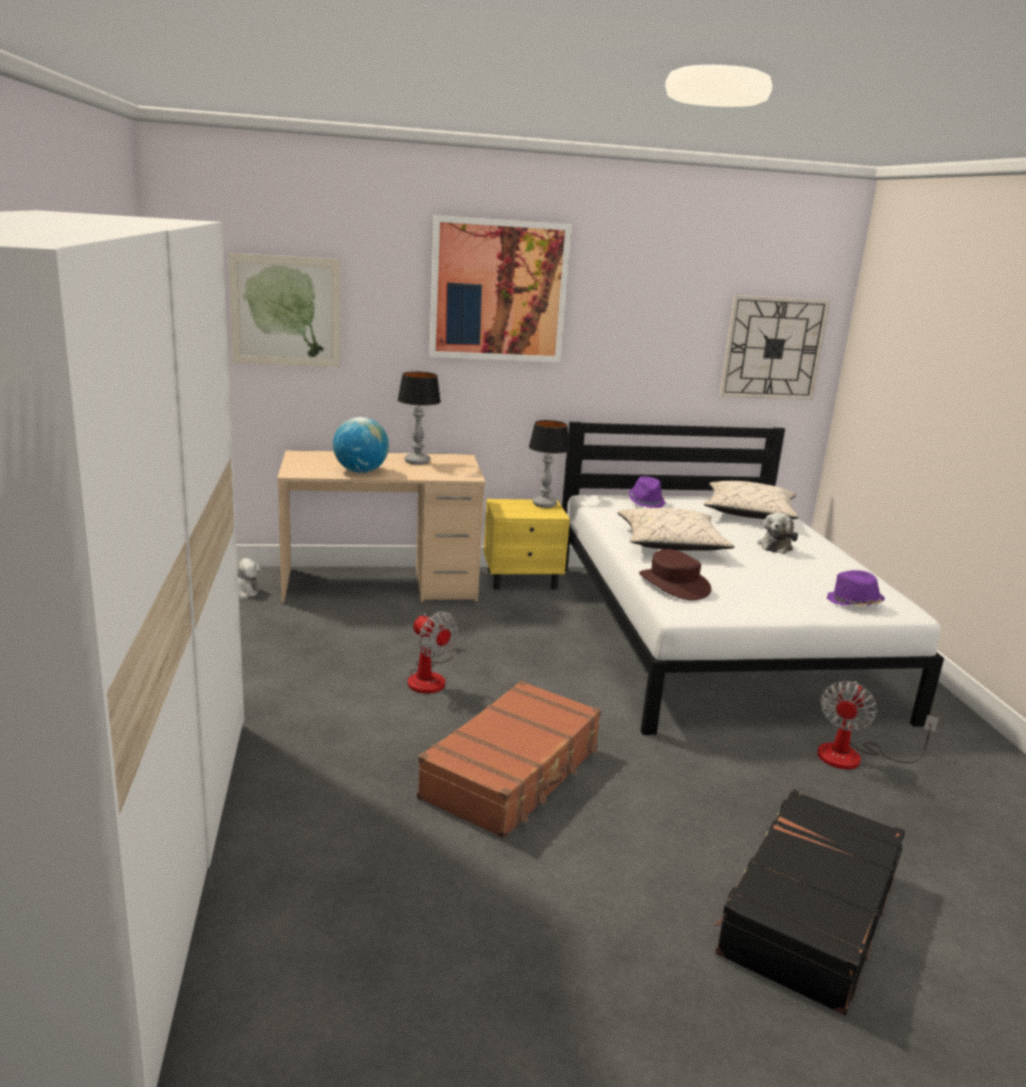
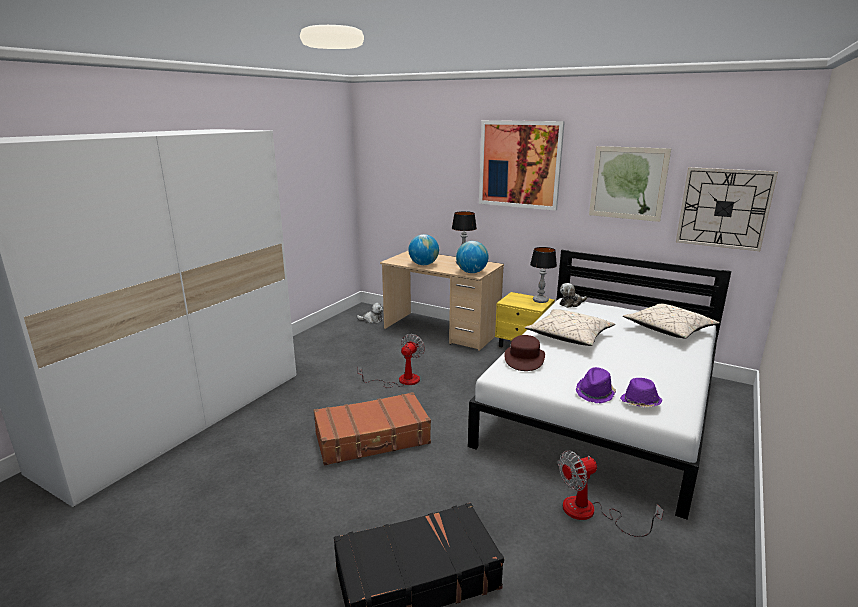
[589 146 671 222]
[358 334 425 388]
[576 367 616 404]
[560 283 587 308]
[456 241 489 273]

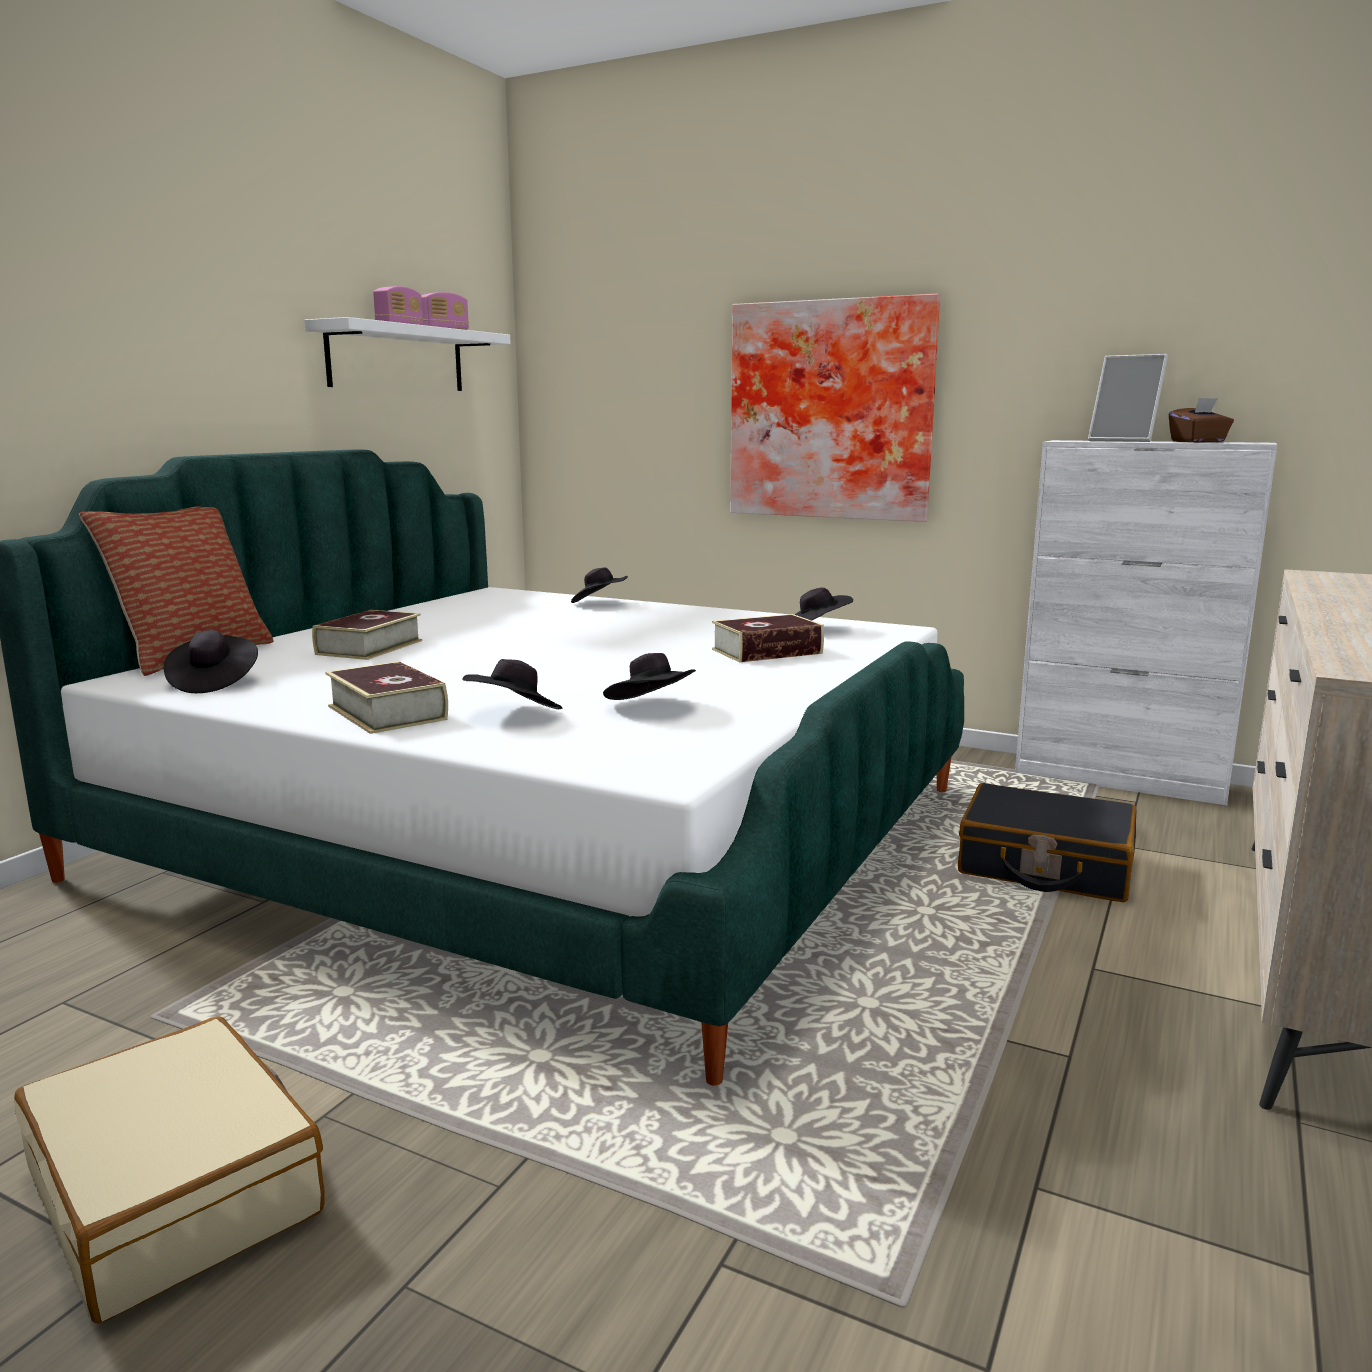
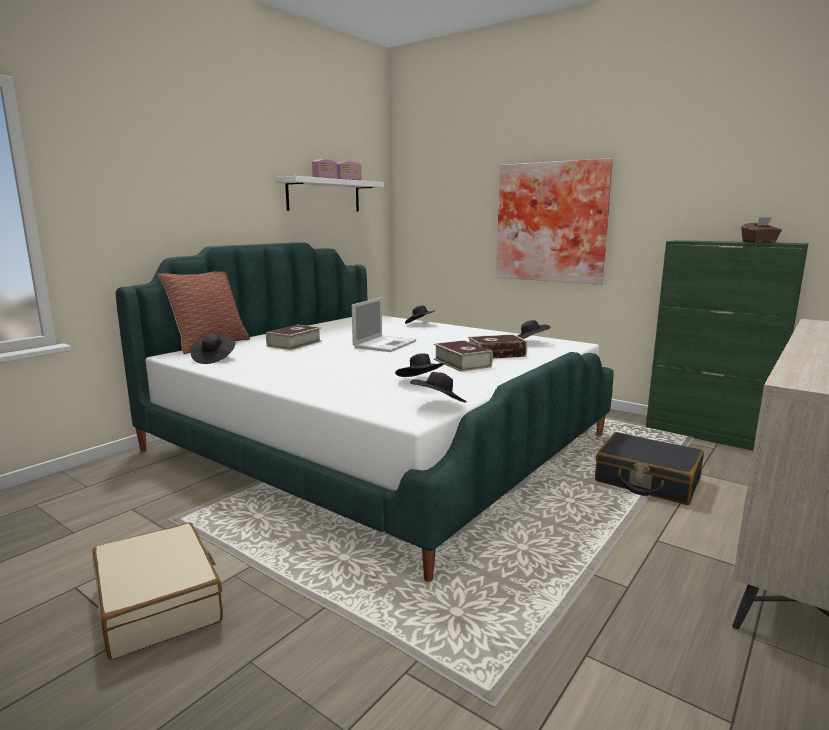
[434 340 493 372]
[410 372 467 402]
[646 240 809 451]
[1088 354 1168 442] (first image)
[352 298 416 352]

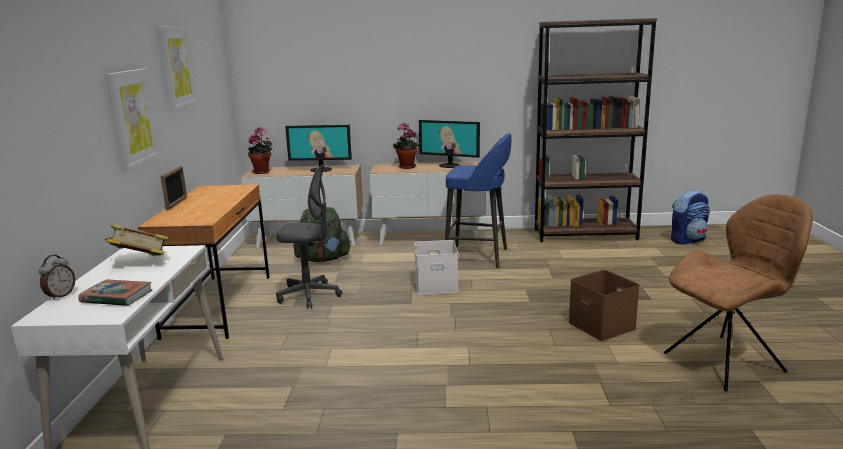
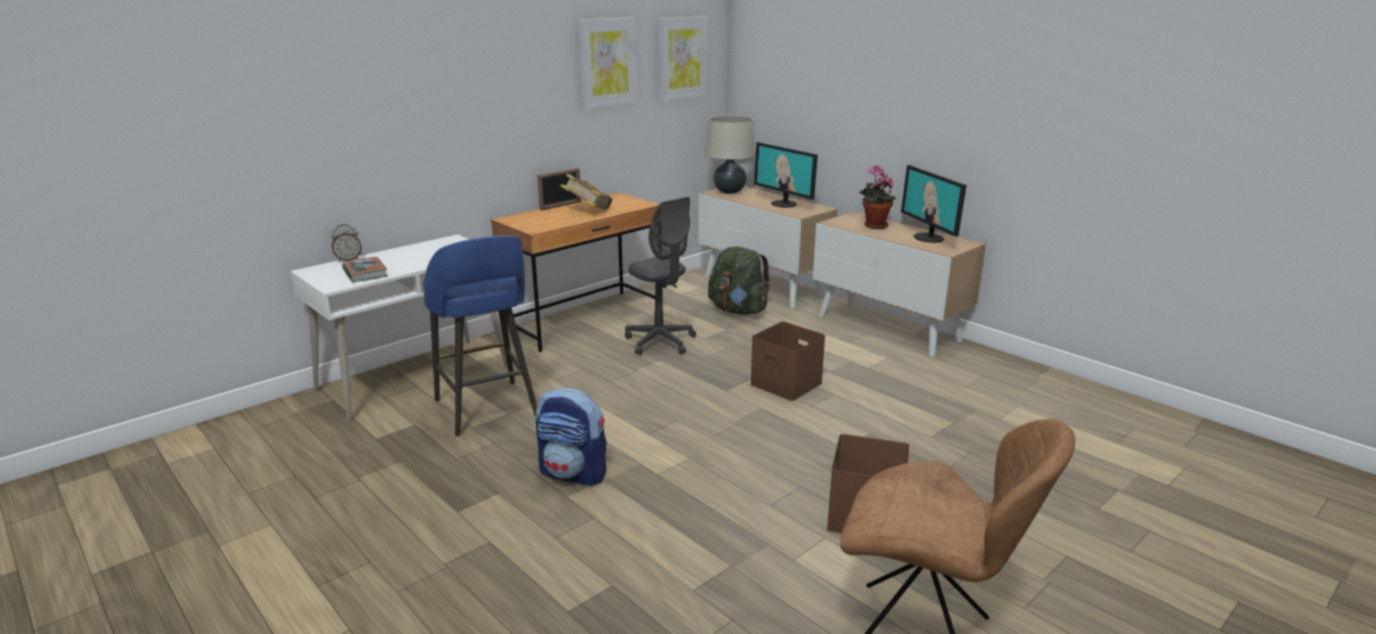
[560 174 612 210]
[658 16 708 102]
[705 115 756 194]
[750 321 825 401]
[423 235 537 437]
[535 18 657 242] (first image)
[536 387 607 486]

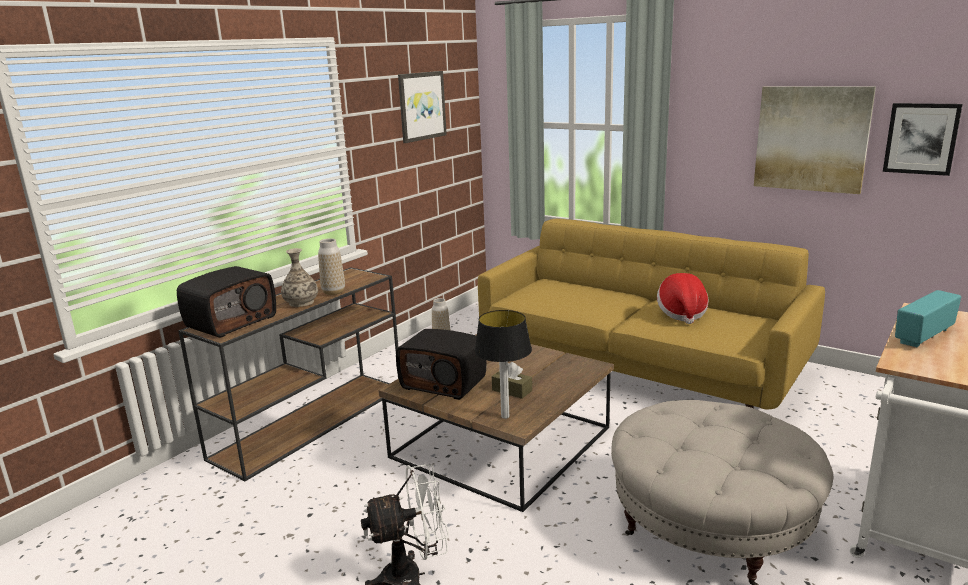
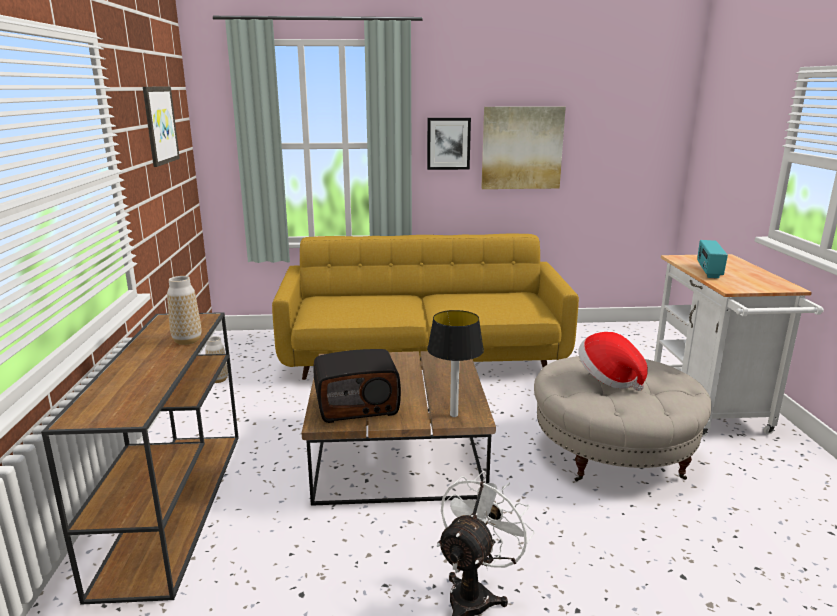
[177 266 276 337] (first image)
[281 248 318 307] (first image)
[492 362 532 399] (first image)
[578 332 648 391]
[427 118 471 170]

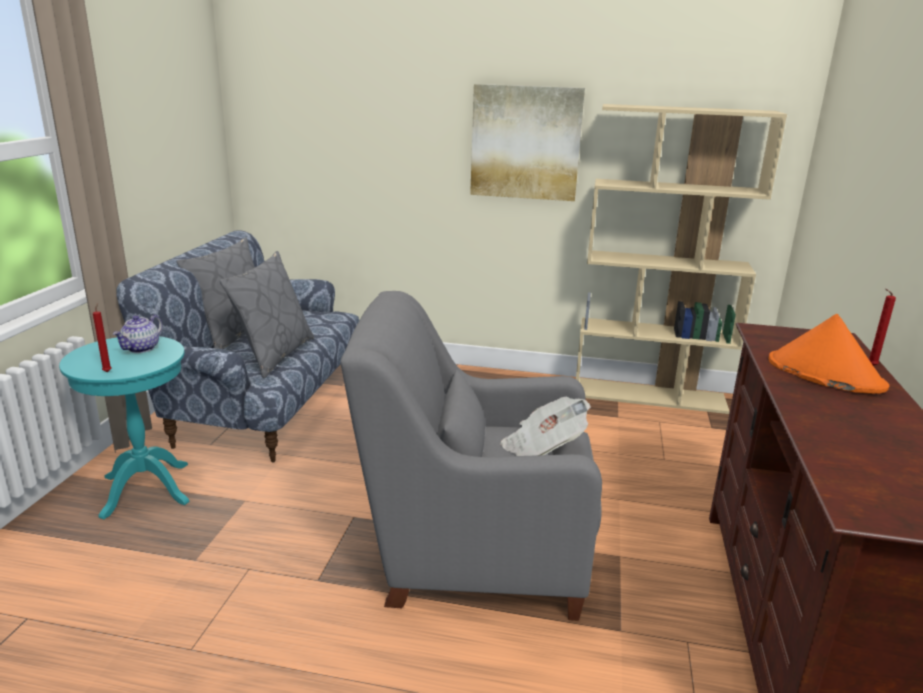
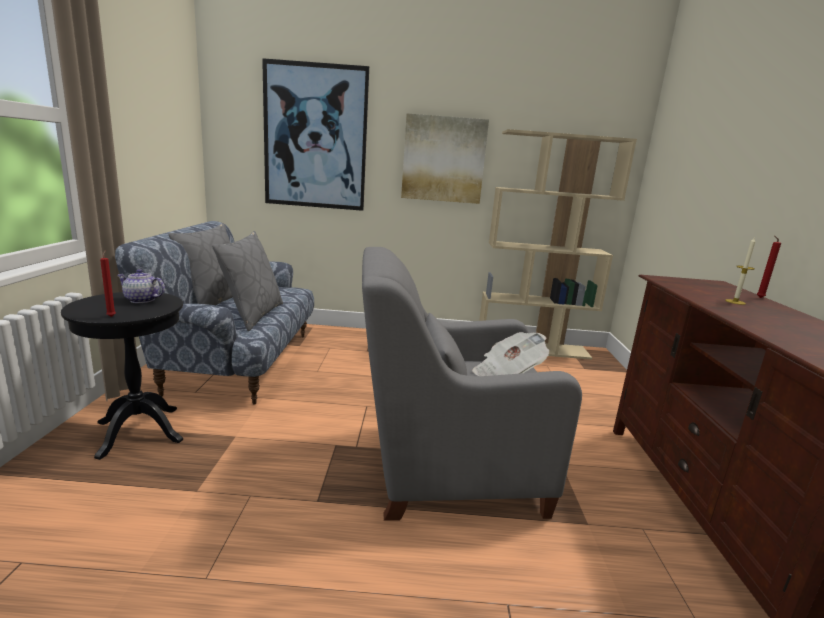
[61 292 183 460]
[117 269 165 303]
[725 238 755 305]
[262 58 369 211]

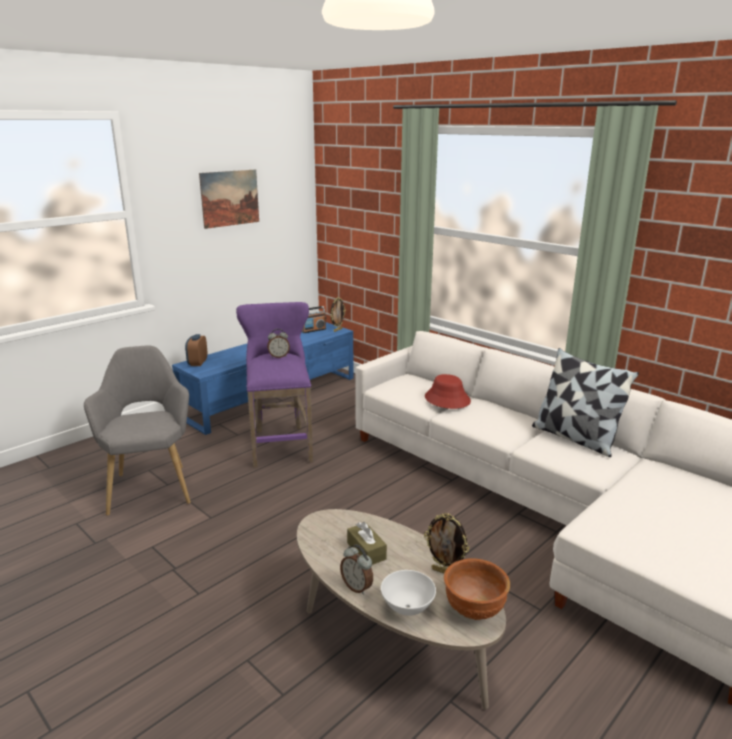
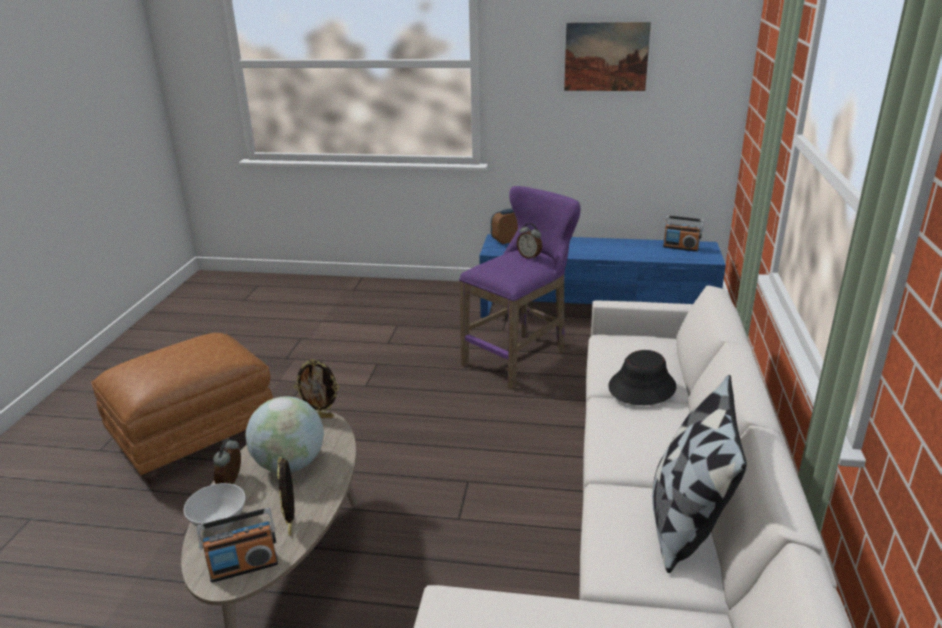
[84 345 191 516] (first image)
[294 359 339 418]
[245 396 324 473]
[608 350 676 405]
[197 508 278 583]
[91 333 273 483]

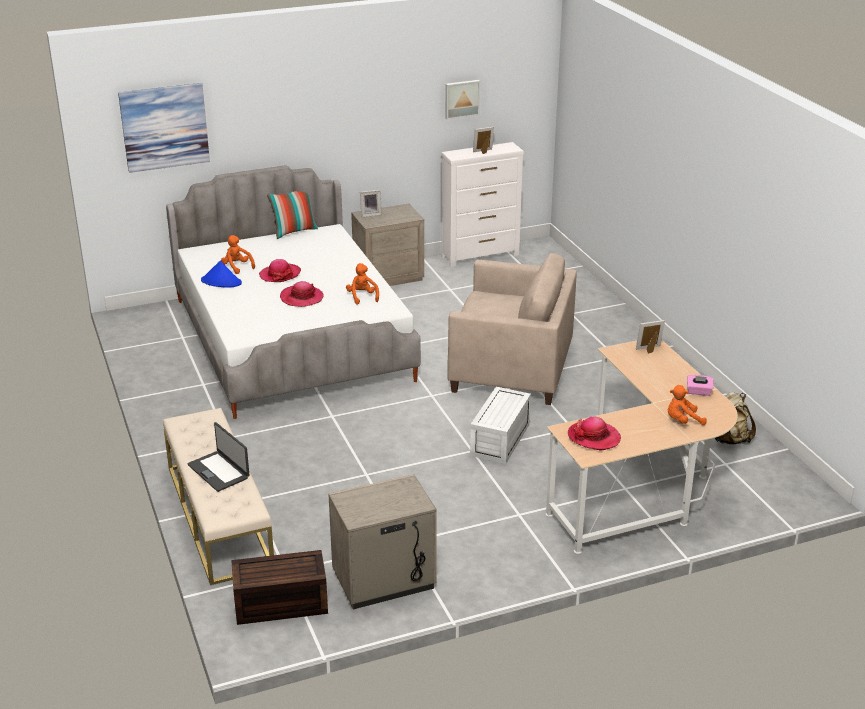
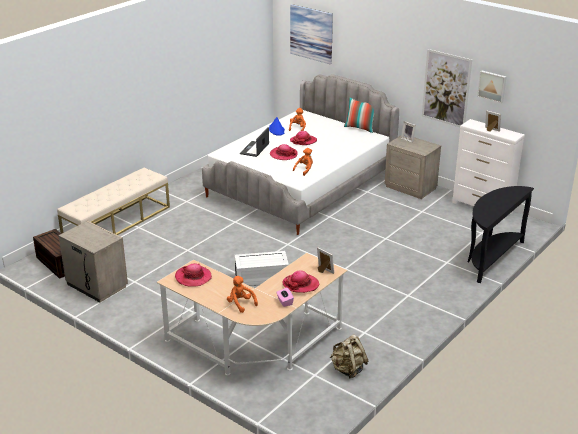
[240 127 269 157]
[447 253 577 405] (first image)
[282 270 319 293]
[422 49 472 127]
[468 186 534 283]

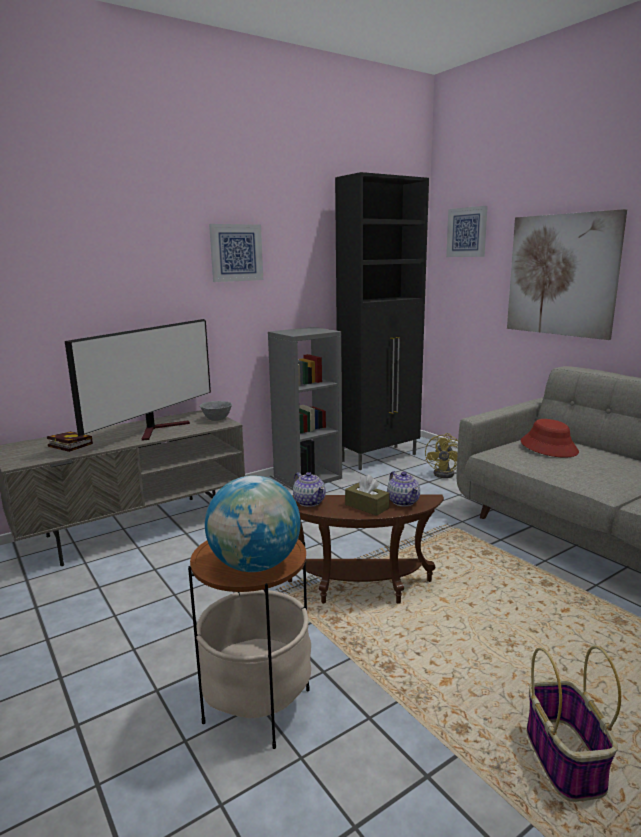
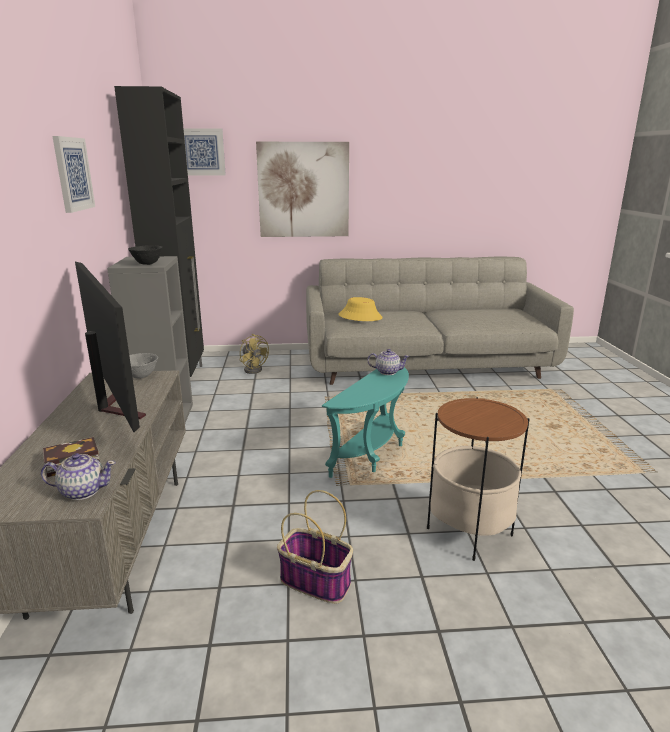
[205 475 301 572] (first image)
[322 367 409 478]
[41 453 116 500]
[345 474 389 516] (first image)
[338 297 382 321]
[277 490 353 604]
[128 245 163 265]

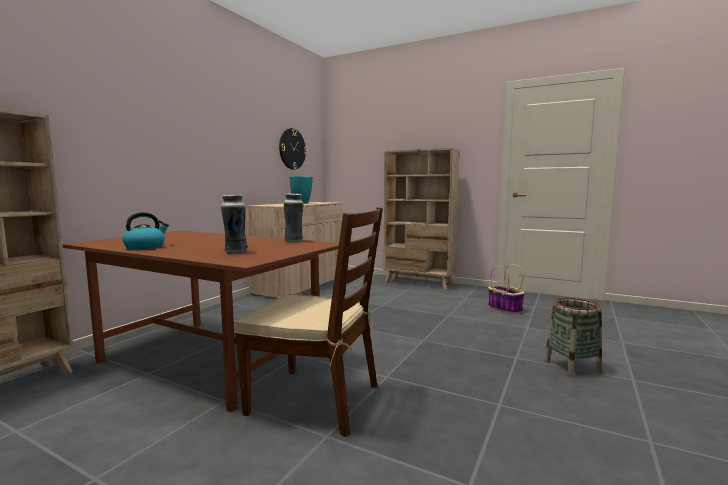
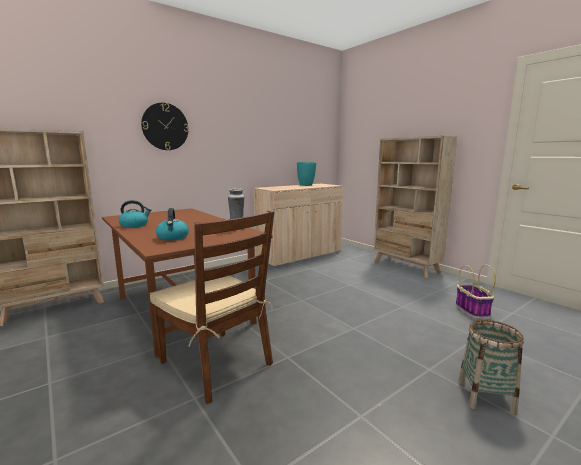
[156 208 189 240]
[141 103 189 150]

